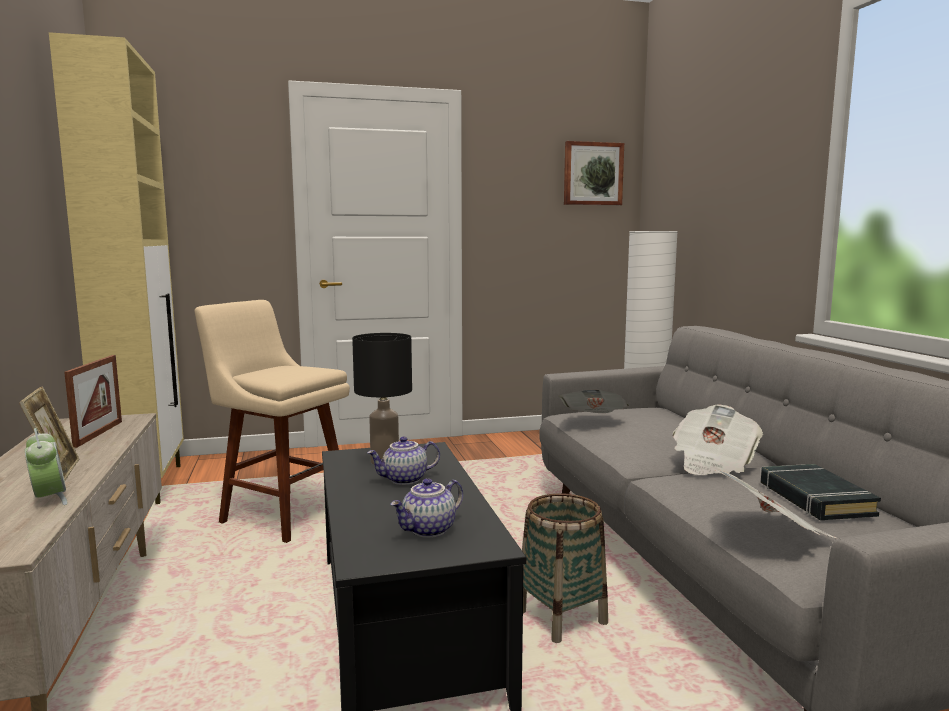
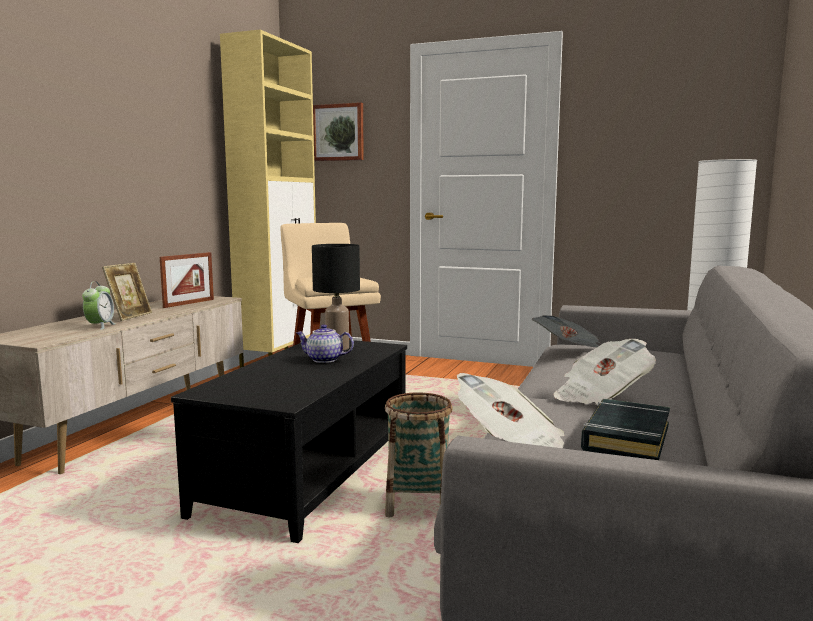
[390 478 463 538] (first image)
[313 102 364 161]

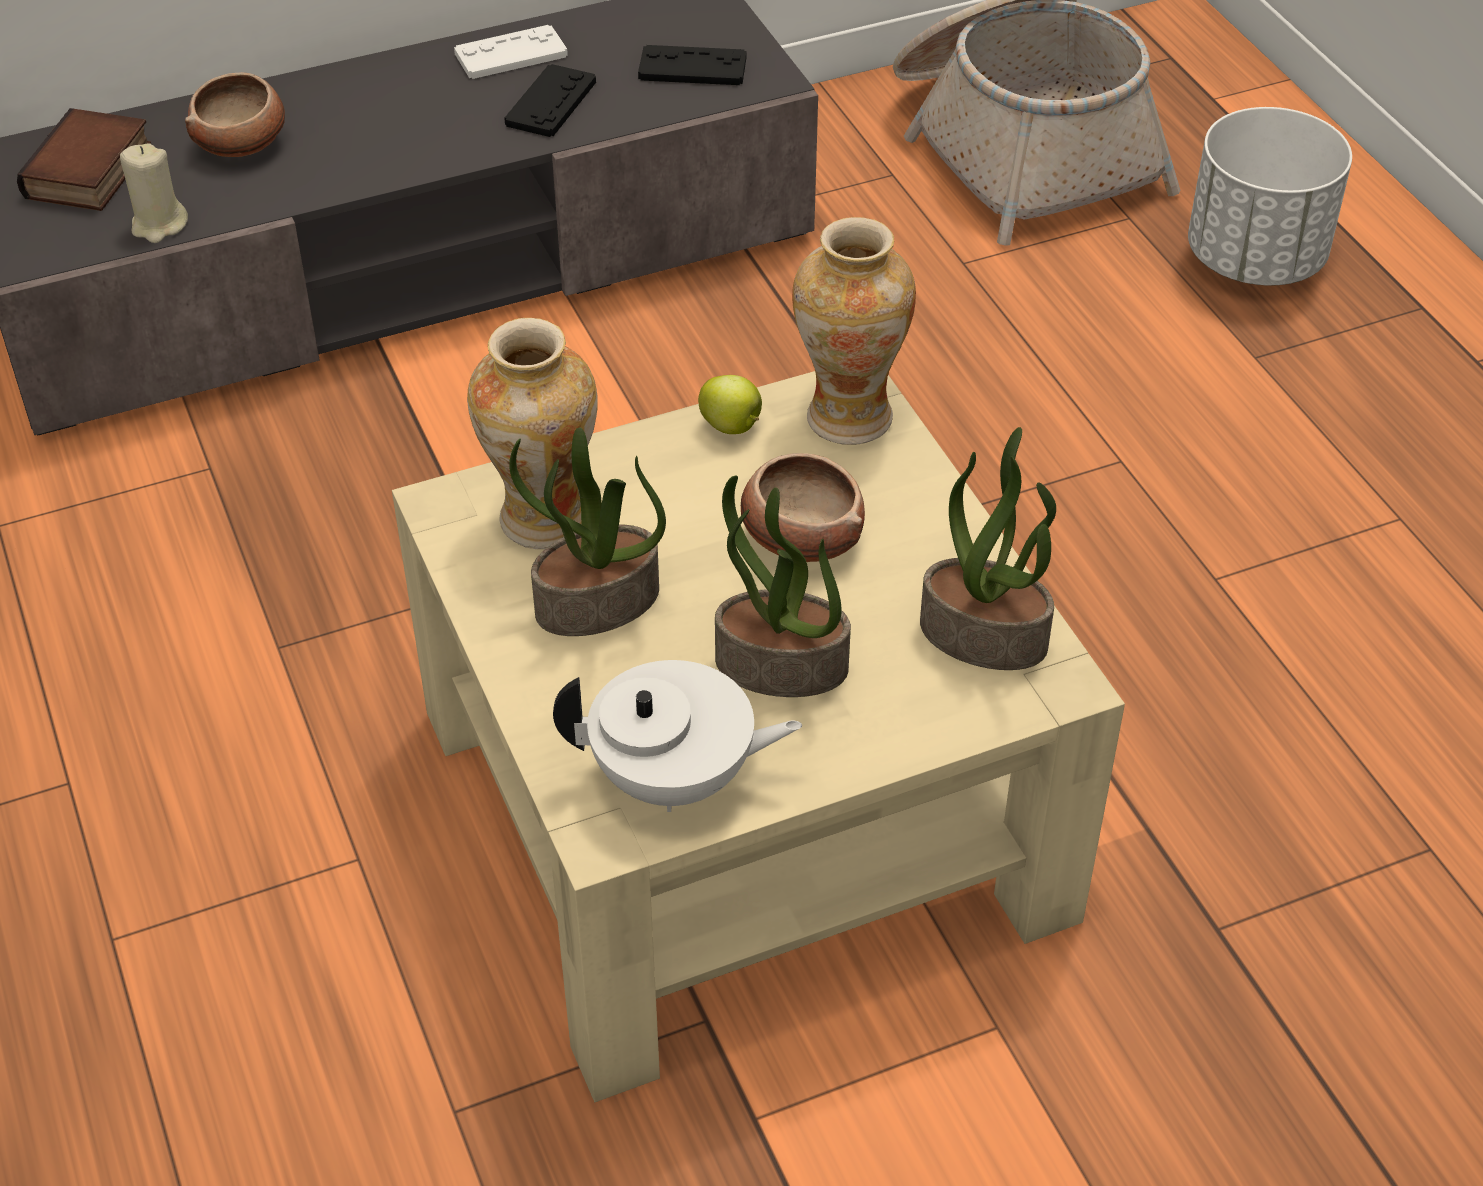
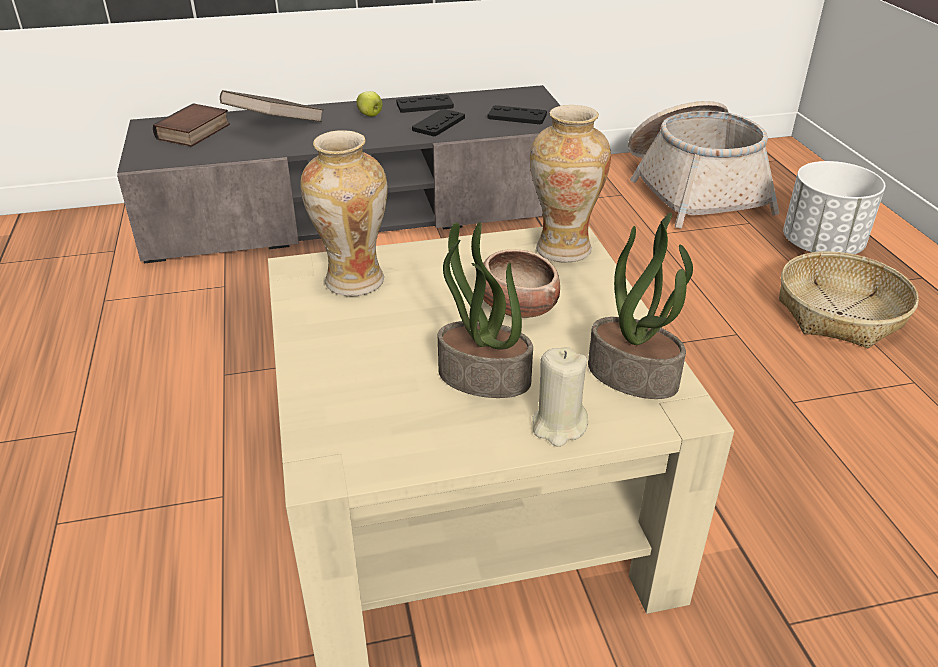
[533 347 588 447]
[220 90 324 122]
[396 95 454 113]
[509 427 666 636] (first image)
[553 660 802 812] (first image)
[356 91 382 117]
[779 251 919 348]

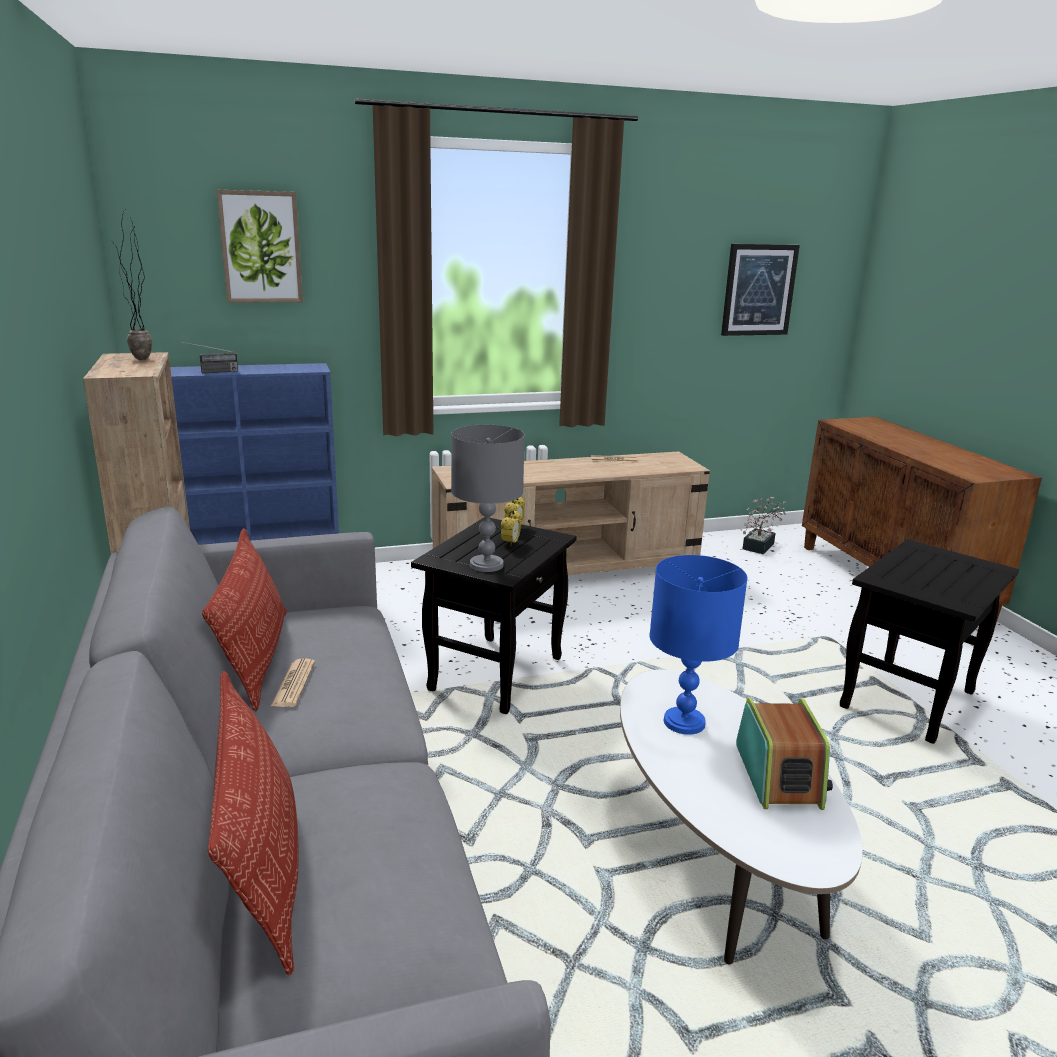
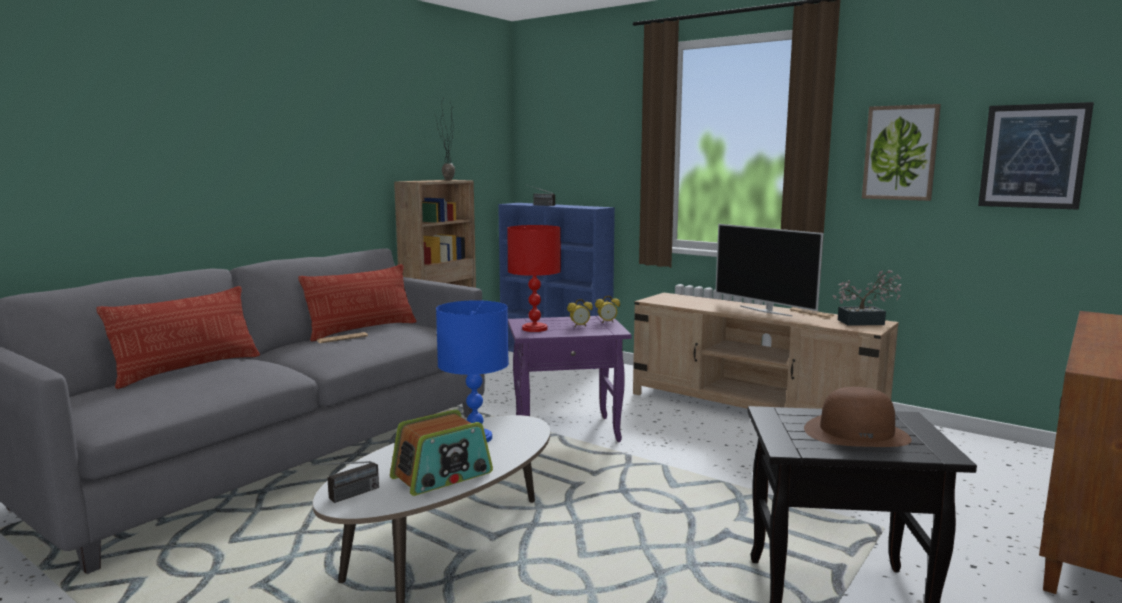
[862 104 941 201]
[508 316 632 442]
[507 225 561 332]
[833 270 902 326]
[300 461 379 503]
[715 224 823 316]
[804 387 912 447]

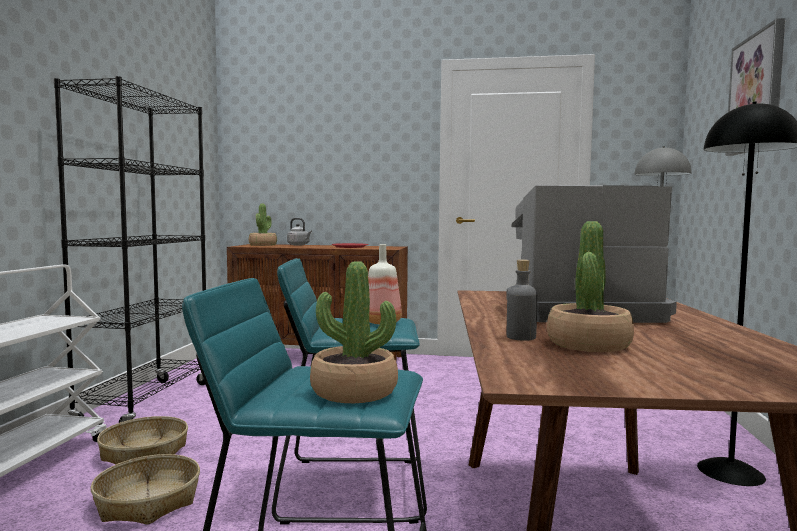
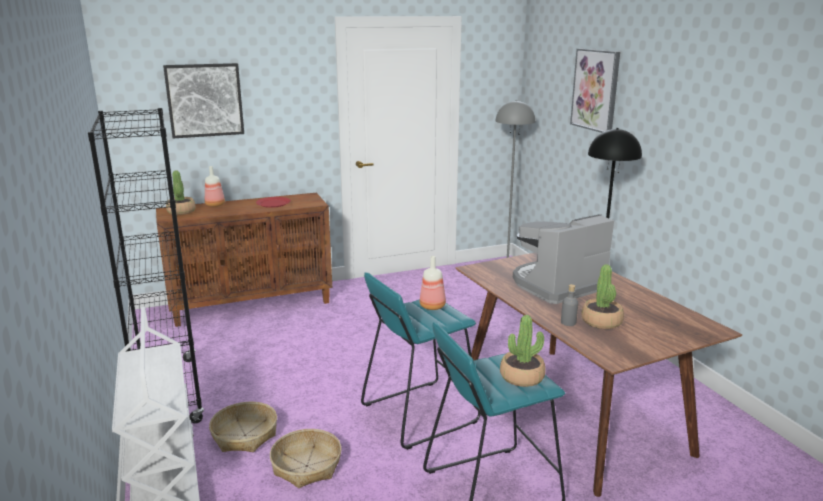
[205 166 225 207]
[163 63 244 138]

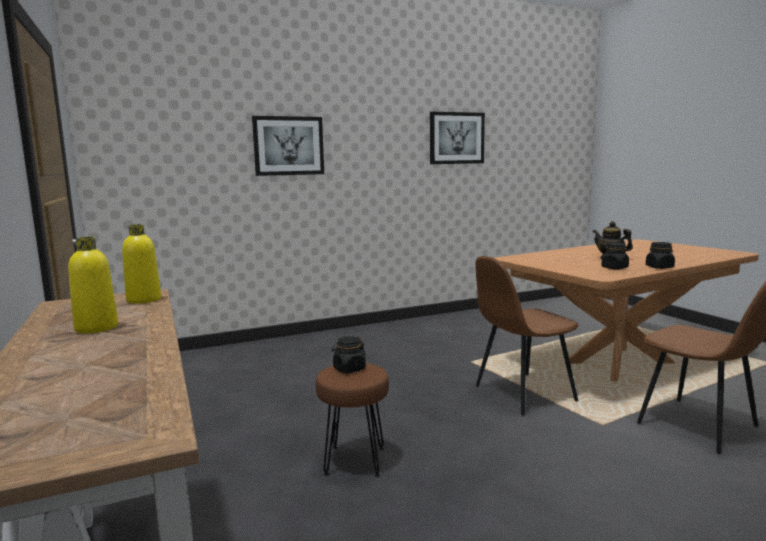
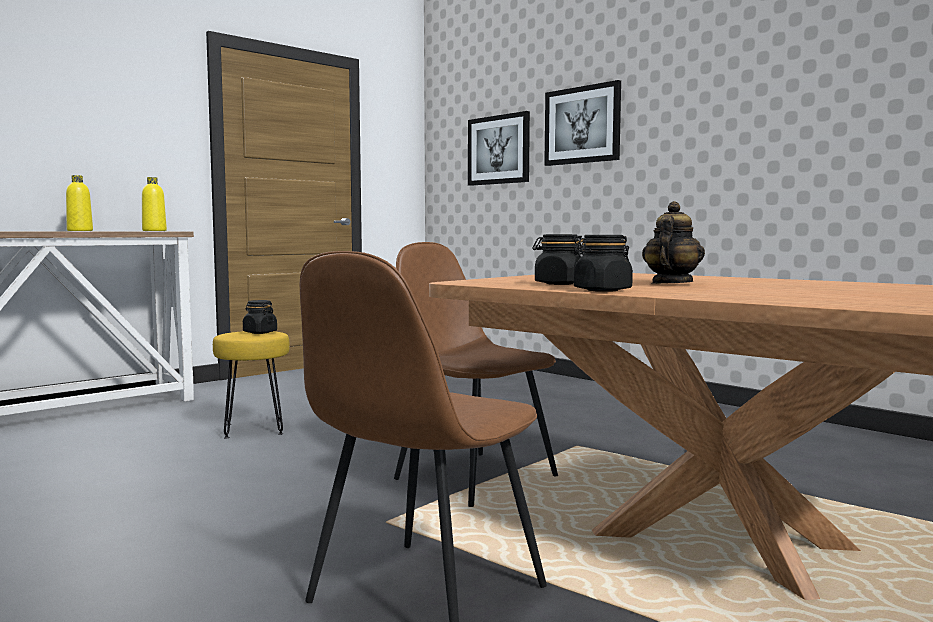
[213 331 290 438]
[468 111 530 186]

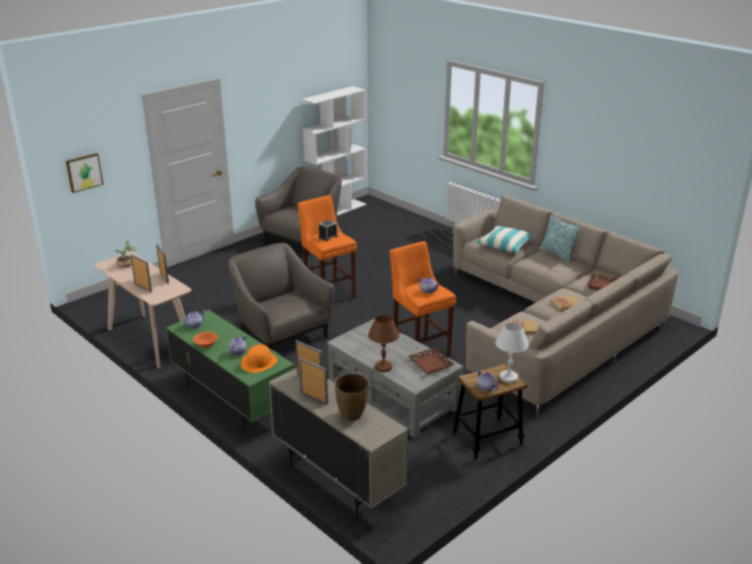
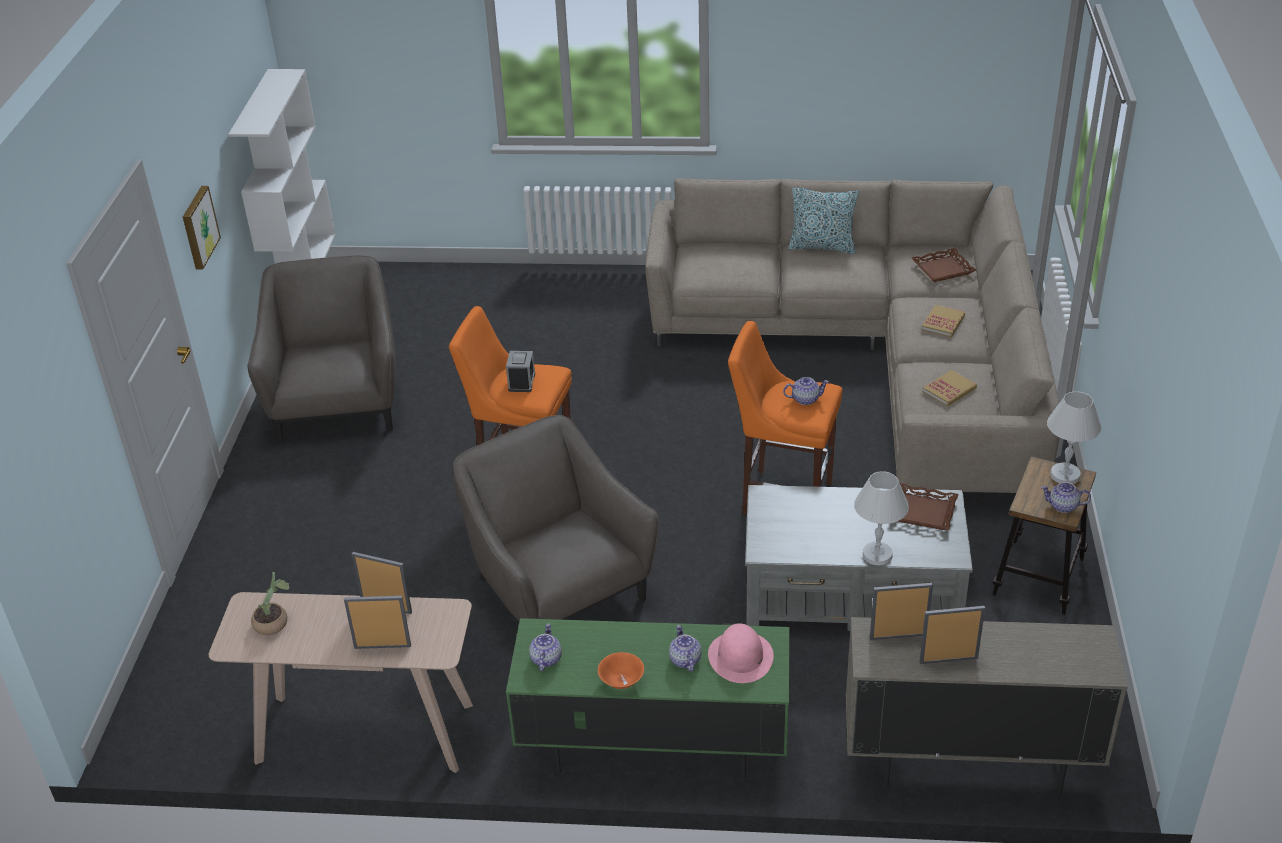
[183 186 221 270]
[453 415 659 621]
[708 623 774 683]
[335 373 369 421] (first image)
[854 471 909 565]
[476 225 535 253] (first image)

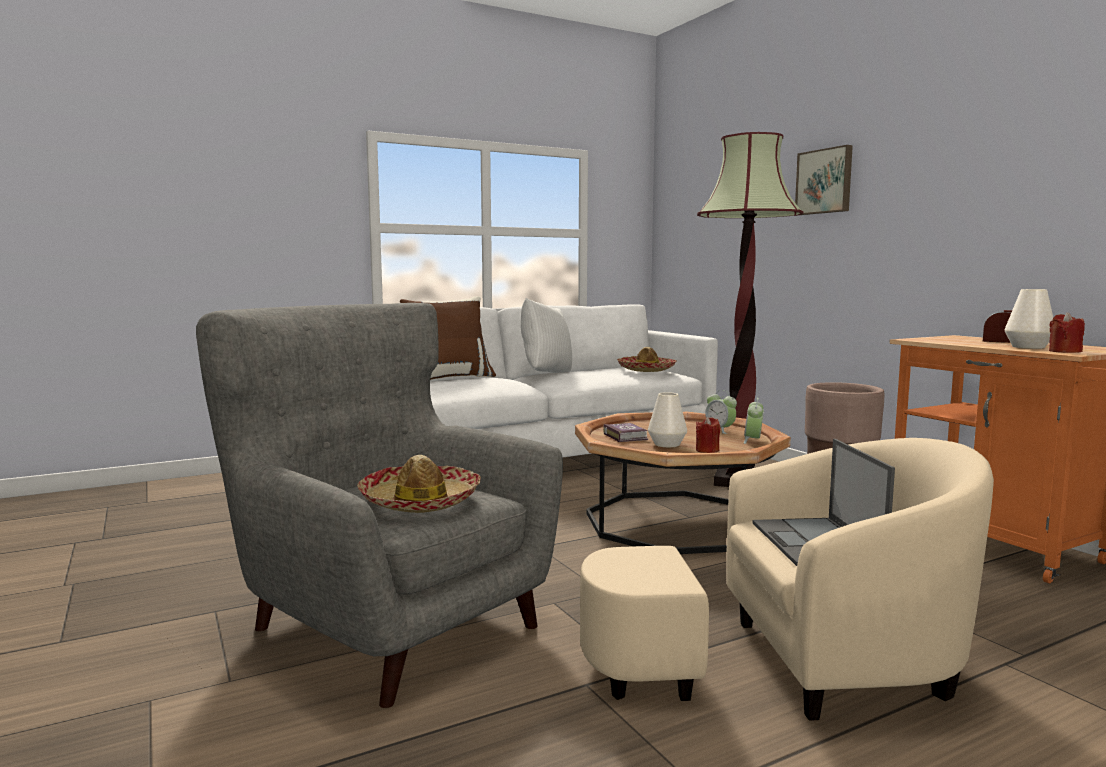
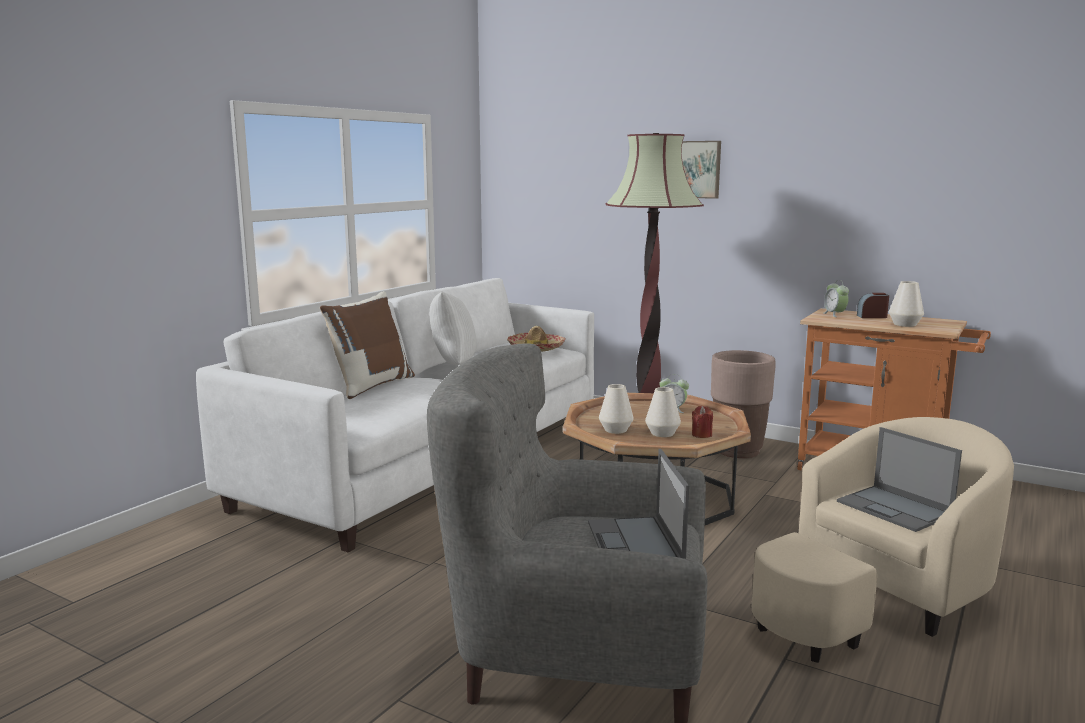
[588 449 689 559]
[599 384 634 434]
[824 280 849 317]
[1049 312 1085 353] (first image)

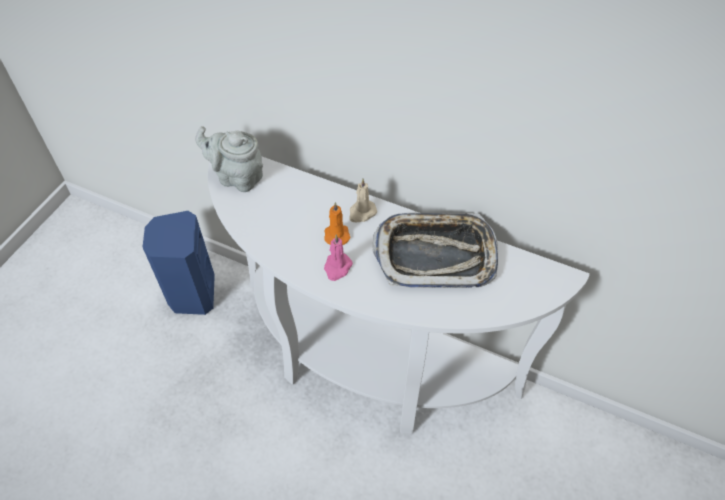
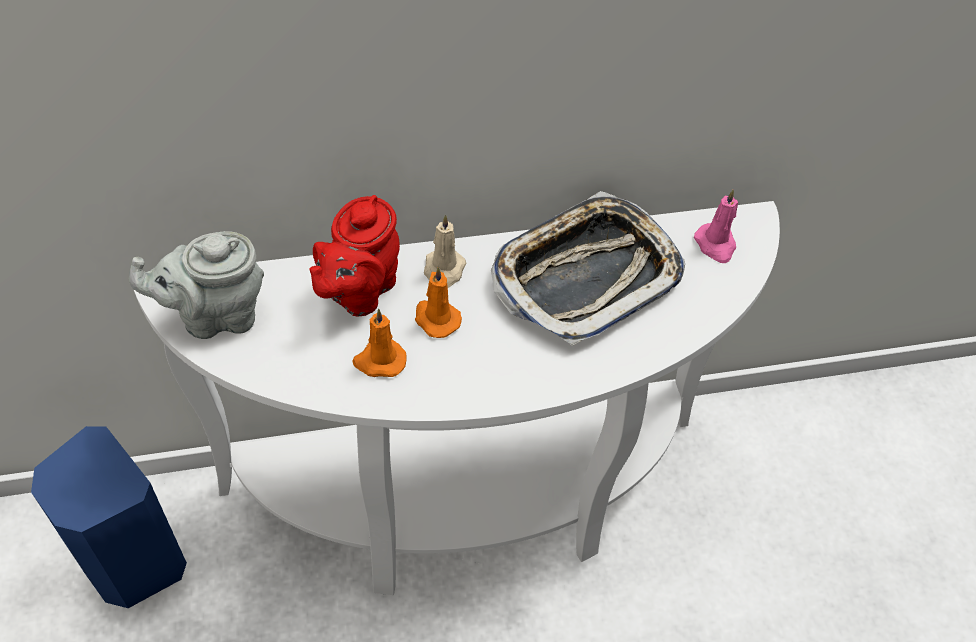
[694 189 738 263]
[309 195 400 316]
[352 309 406 377]

